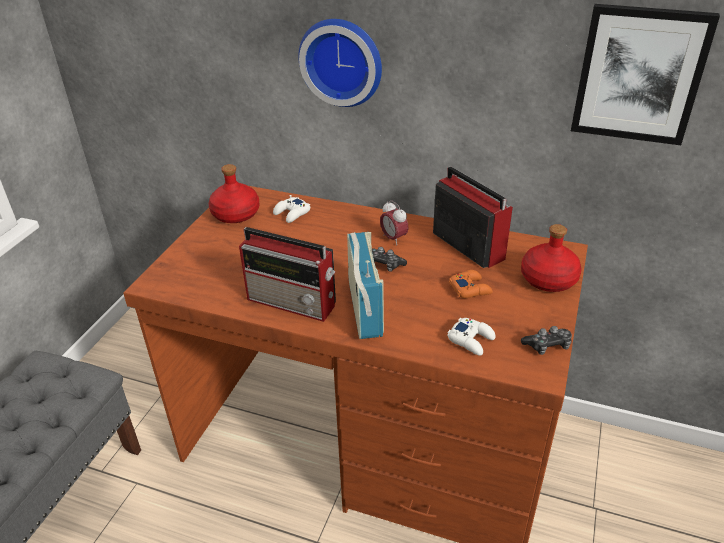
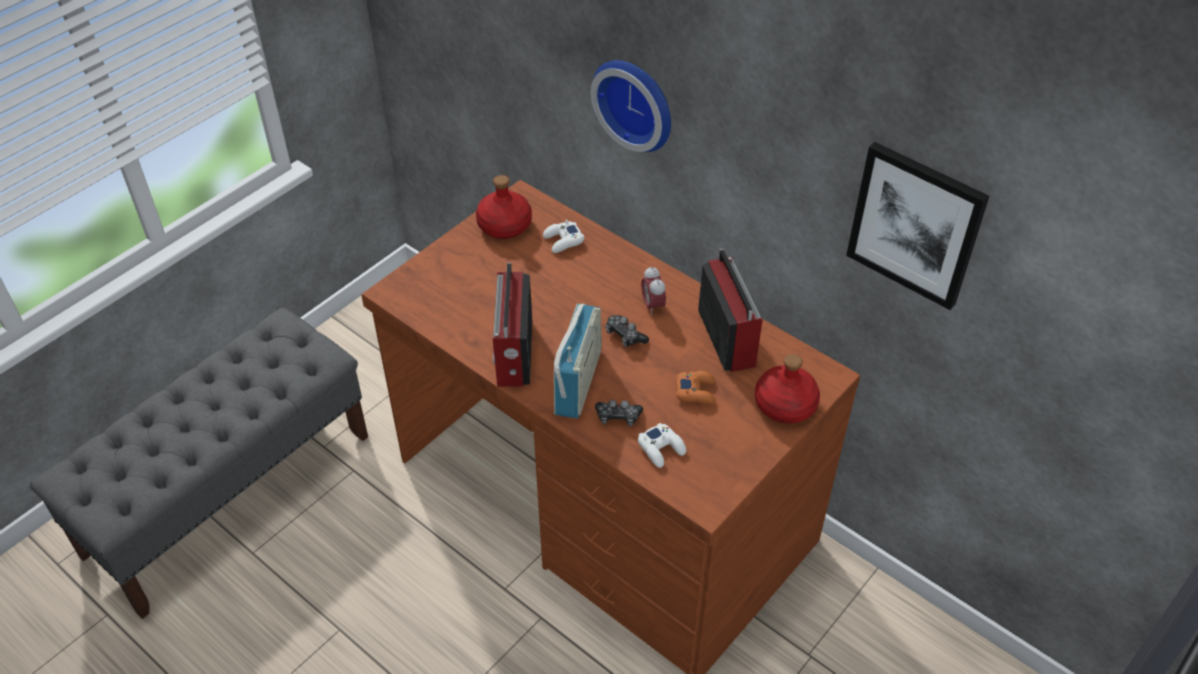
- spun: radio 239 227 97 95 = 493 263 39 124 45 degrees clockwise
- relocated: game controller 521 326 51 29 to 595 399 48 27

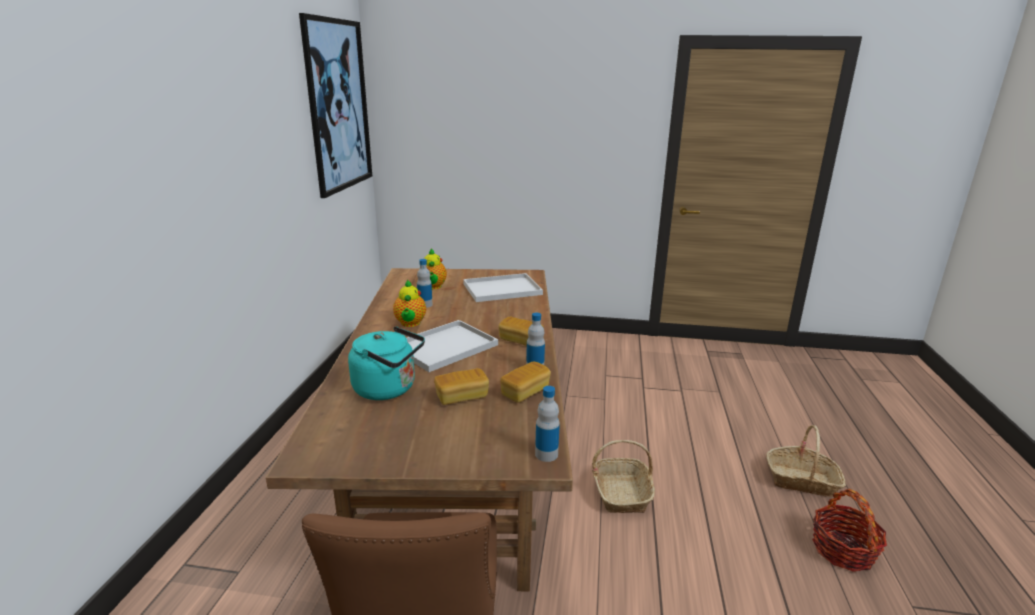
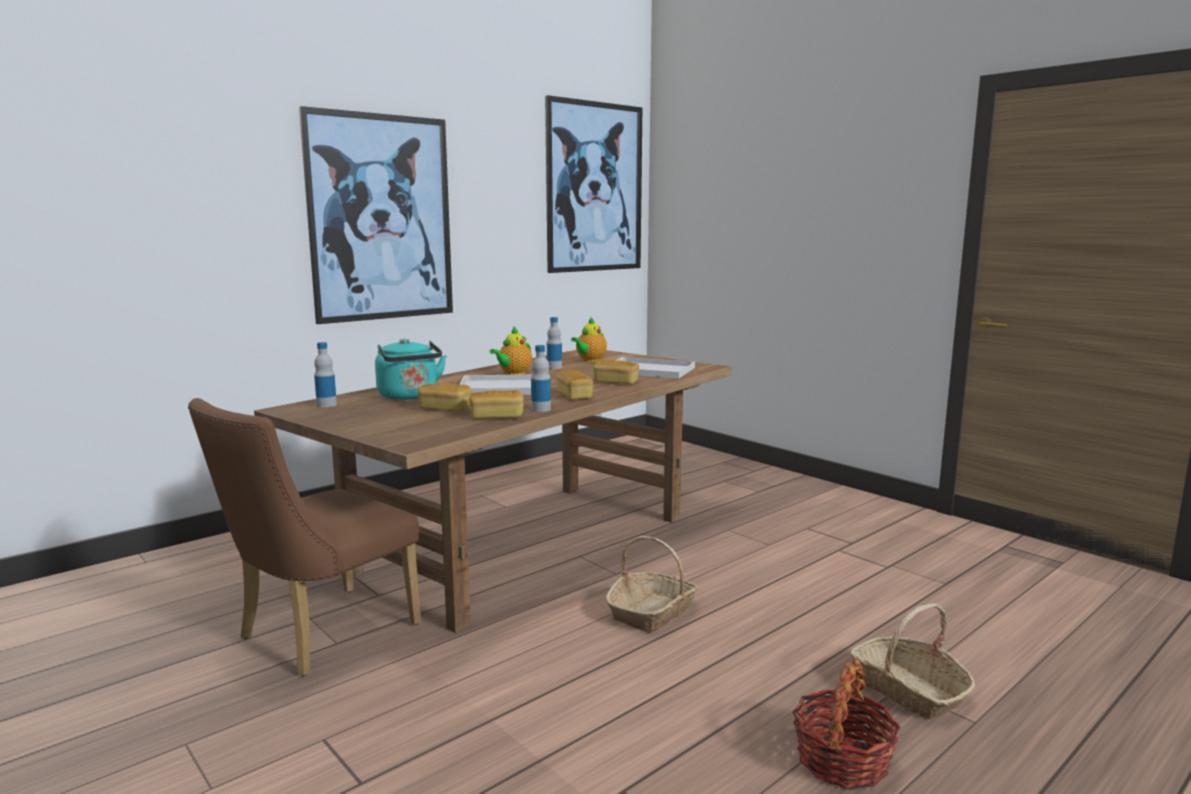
- relocated: bottle 535 386 25 76 to 314 342 23 66
- appeared: picture 299 106 154 218
- appeared: bread 593 360 46 24

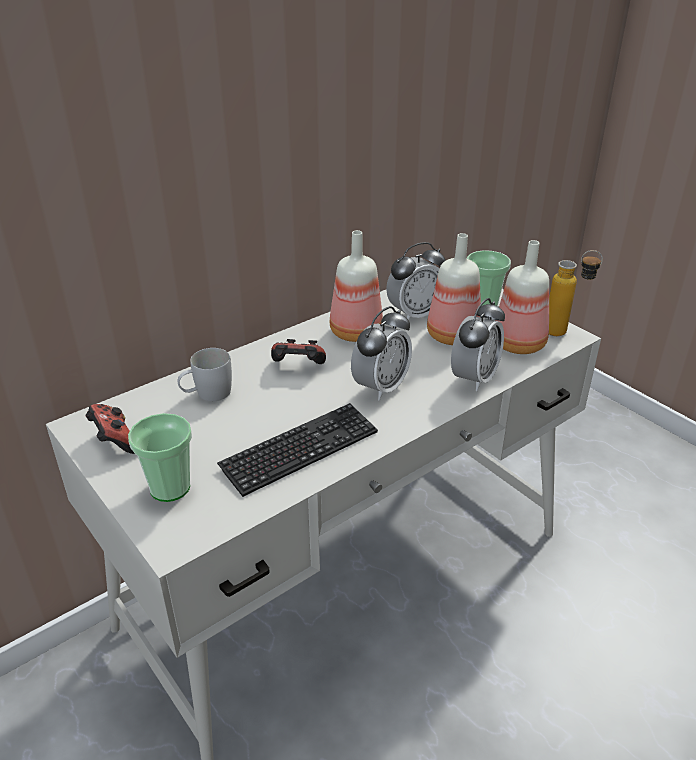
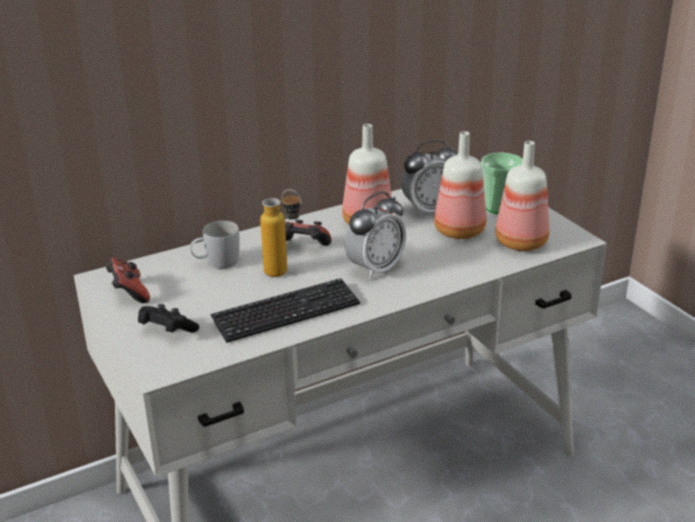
- exchanged: cup 128 413 64 89 to black game controller 138 304 61 29
- missing: alarm clock 451 298 54 93
- relocated: bottle 549 250 54 86 to 260 189 41 88

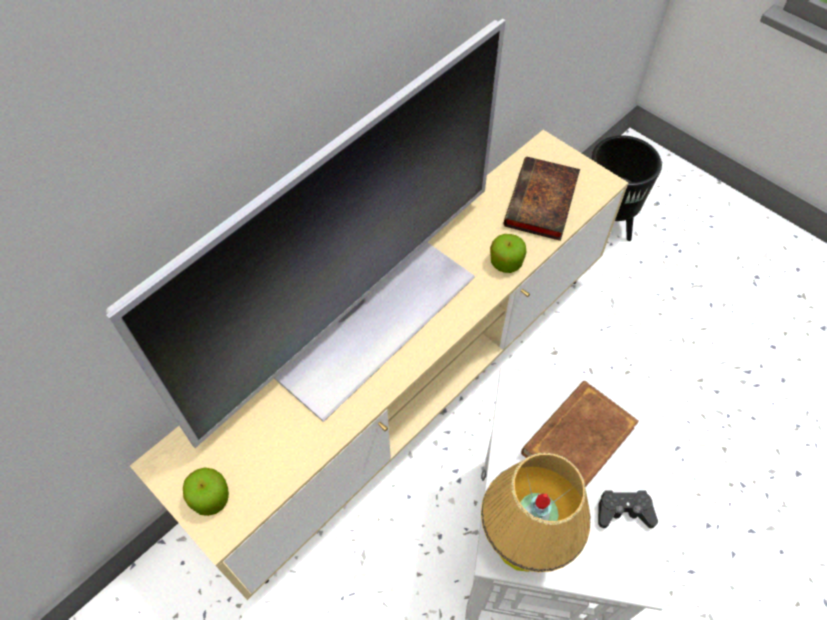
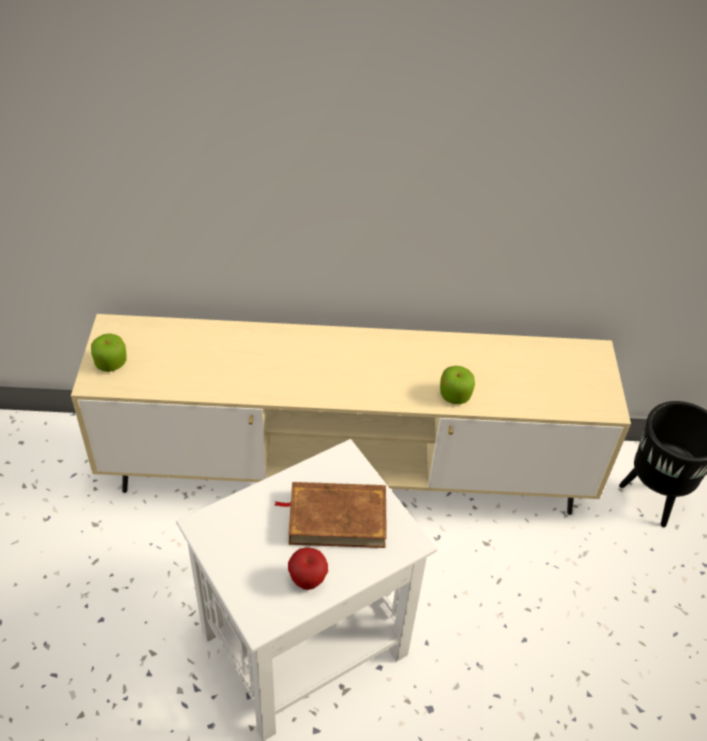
- missing: television 106 19 400 429
- missing: table lamp 481 453 109 119
- missing: book 504 156 76 85
- exchanged: black game controller 598 490 60 38 to apple 288 547 40 43

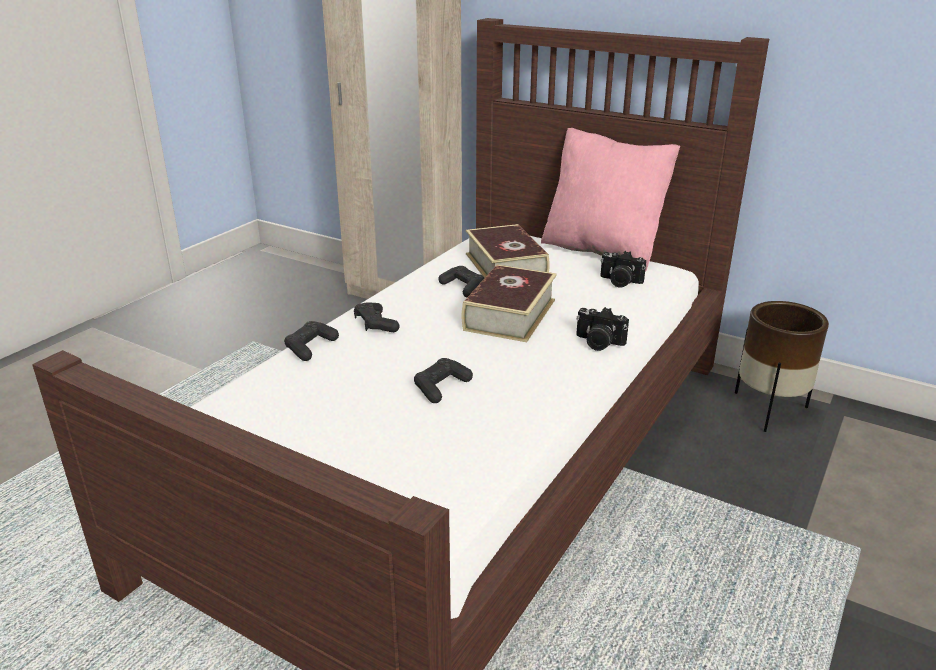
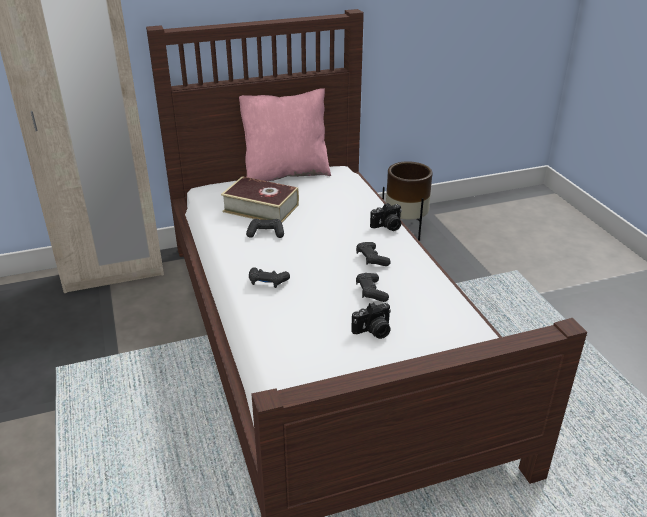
- relocated: black game controller 284 321 55 40 to 356 242 35 24
- missing: book 462 265 95 77
- relocated: photo camera 600 251 46 37 to 351 302 40 37

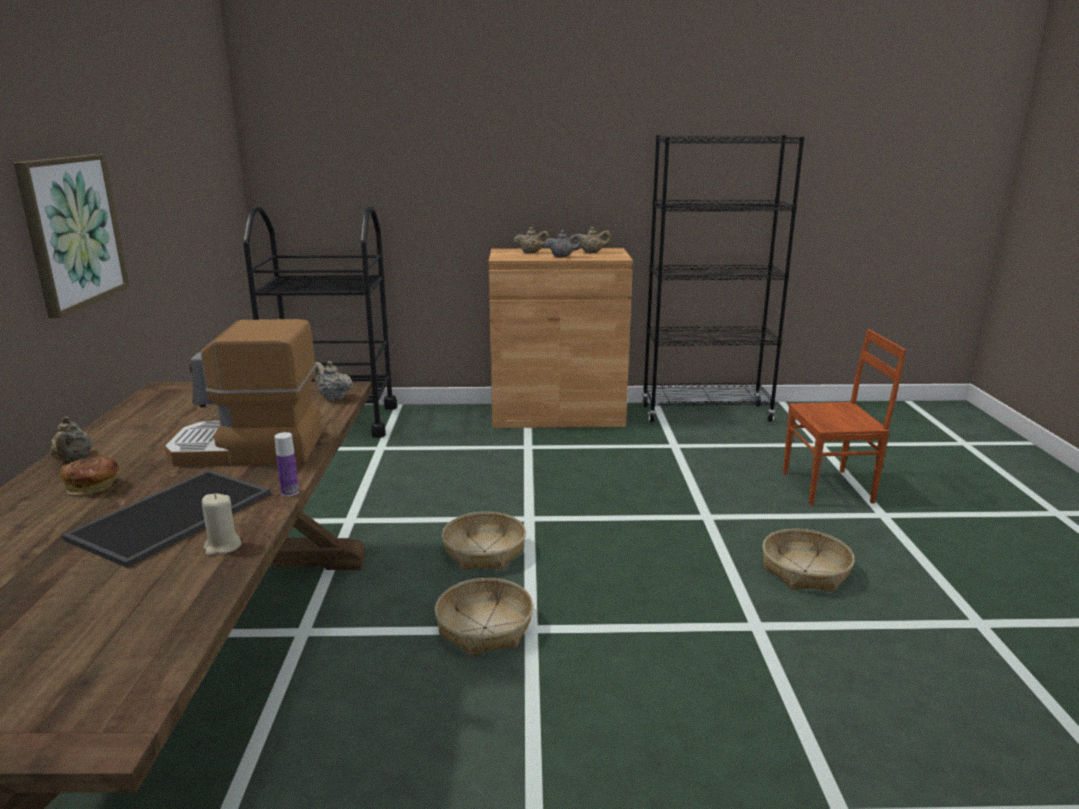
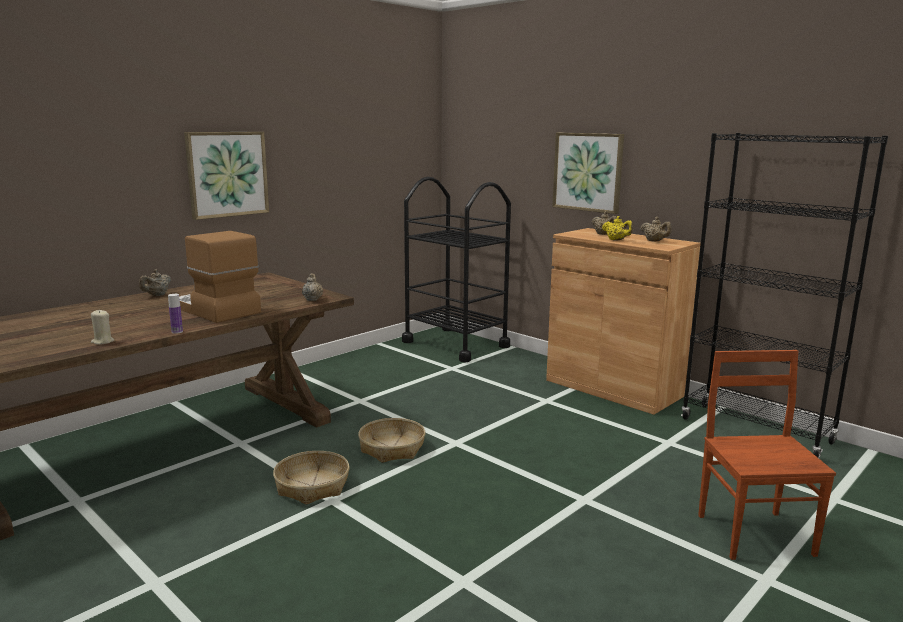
- missing: bread 60 456 59 39
- missing: tray 62 470 209 98
- colour: grey teapot 544 230 38 28 to yellow teapot 602 216 31 24
- missing: basket 763 529 92 63
- spun: brown chair 783 329 123 177 = 698 350 138 210 135 degrees counterclockwise
- appeared: picture 552 133 72 81

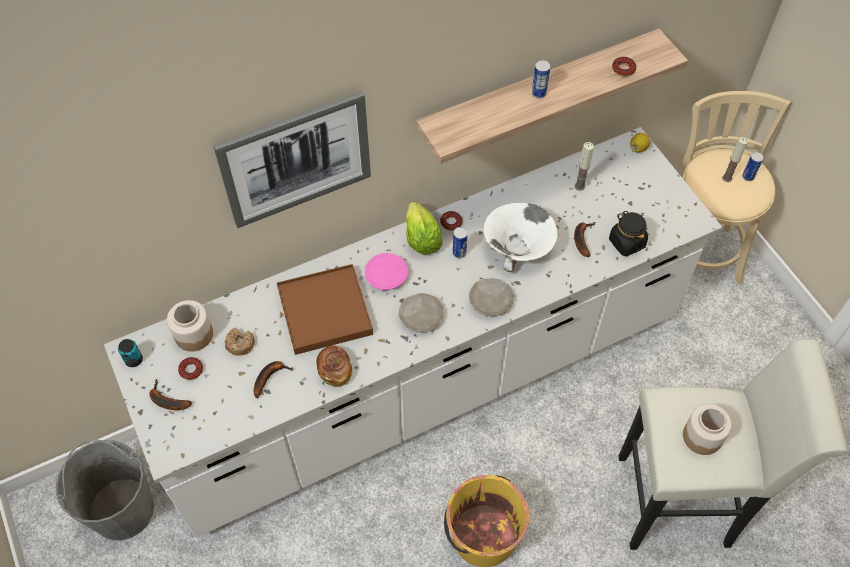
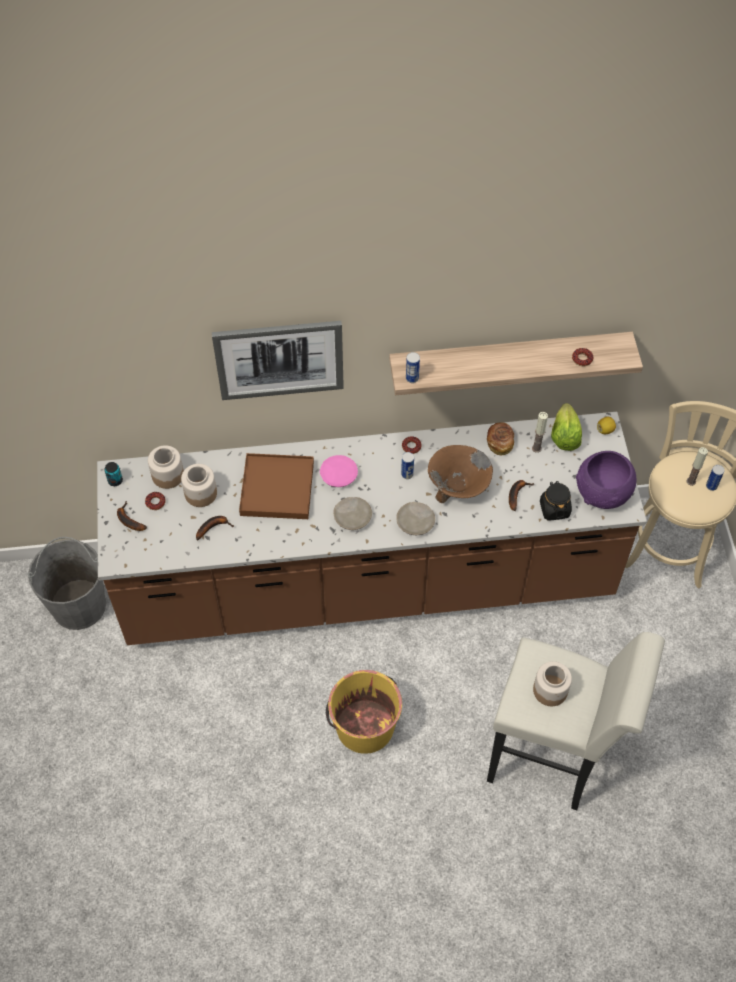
- colour: white counter 104 127 618 411 to brown counter 97 412 550 233
- exchanged: donut 224 327 31 29 to jar 181 464 36 43
- relocated: bread 316 345 37 42 to 487 422 27 34
- relocated: lettuce 406 202 37 52 to 551 403 31 48
- colour: white bowl 484 203 74 69 to brown bowl 428 445 65 58
- relocated: can 532 60 19 39 to 406 352 14 31
- appeared: purple bowl 576 451 61 58

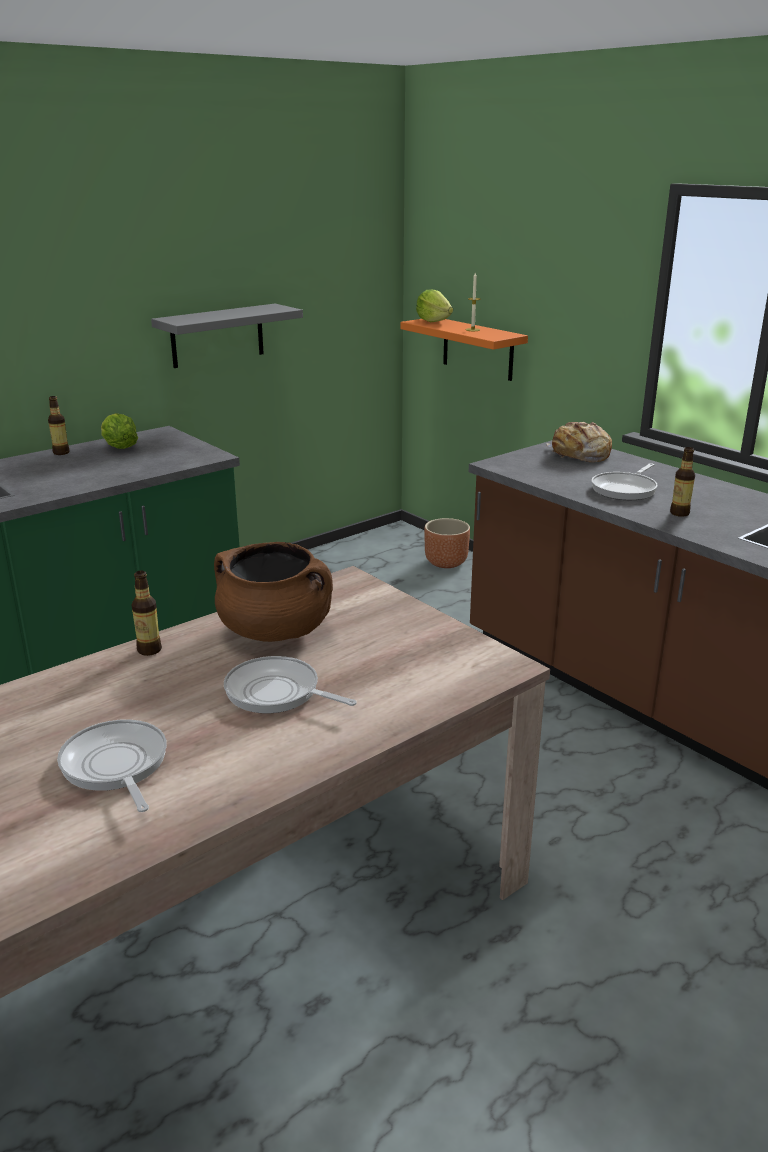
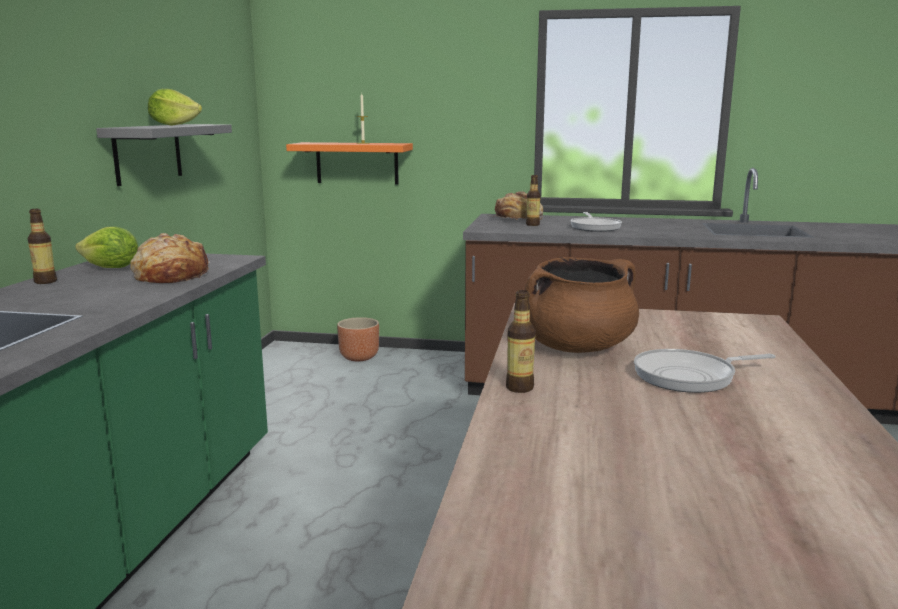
- missing: frying pan 57 719 110 93
- relocated: lettuce 416 289 37 33 to 148 88 54 38
- relocated: bottle 670 447 25 70 to 526 175 15 51
- appeared: bread 130 233 80 50

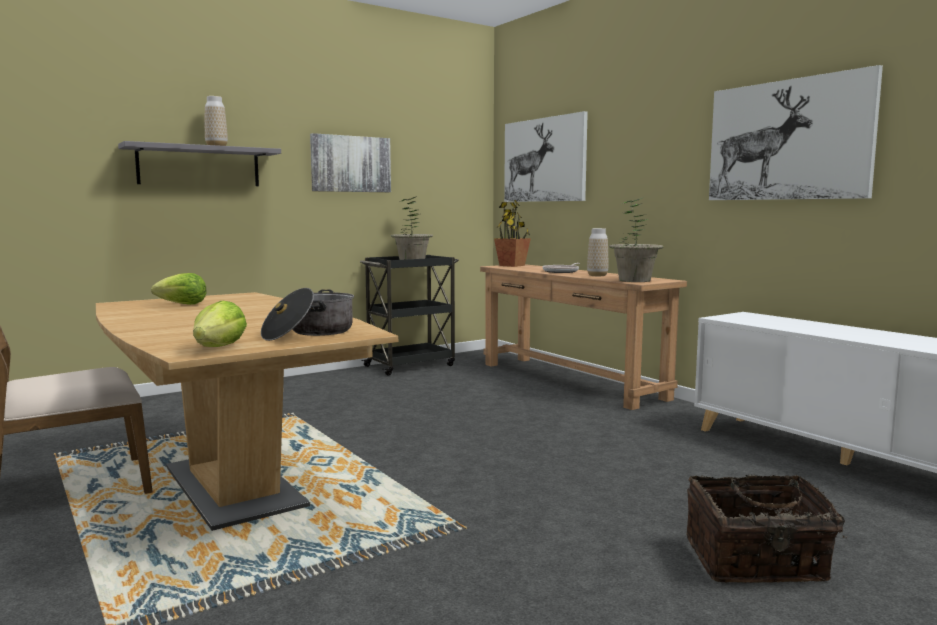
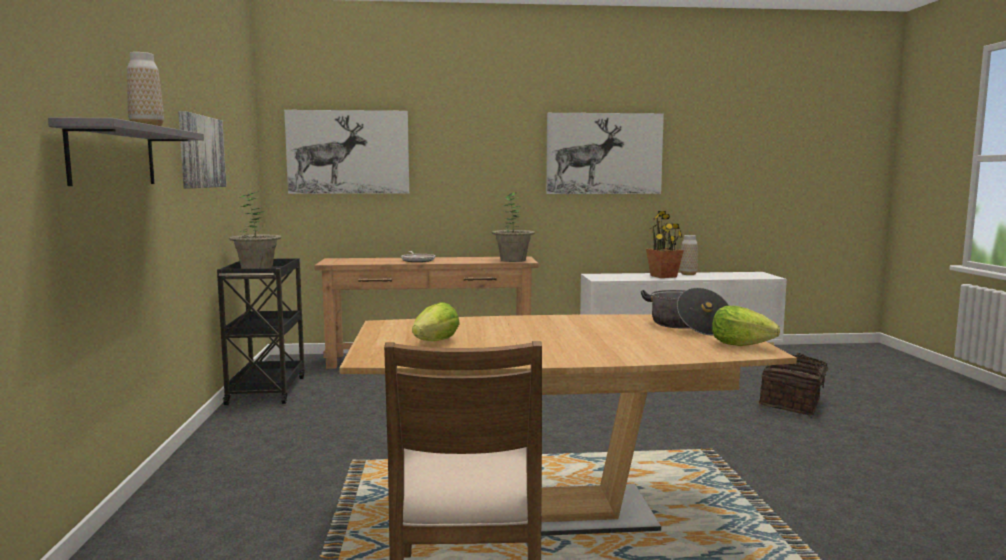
- relocated: potted plant 494 200 37 67 to 646 211 38 67
- relocated: vase 587 228 21 48 to 680 235 18 40

